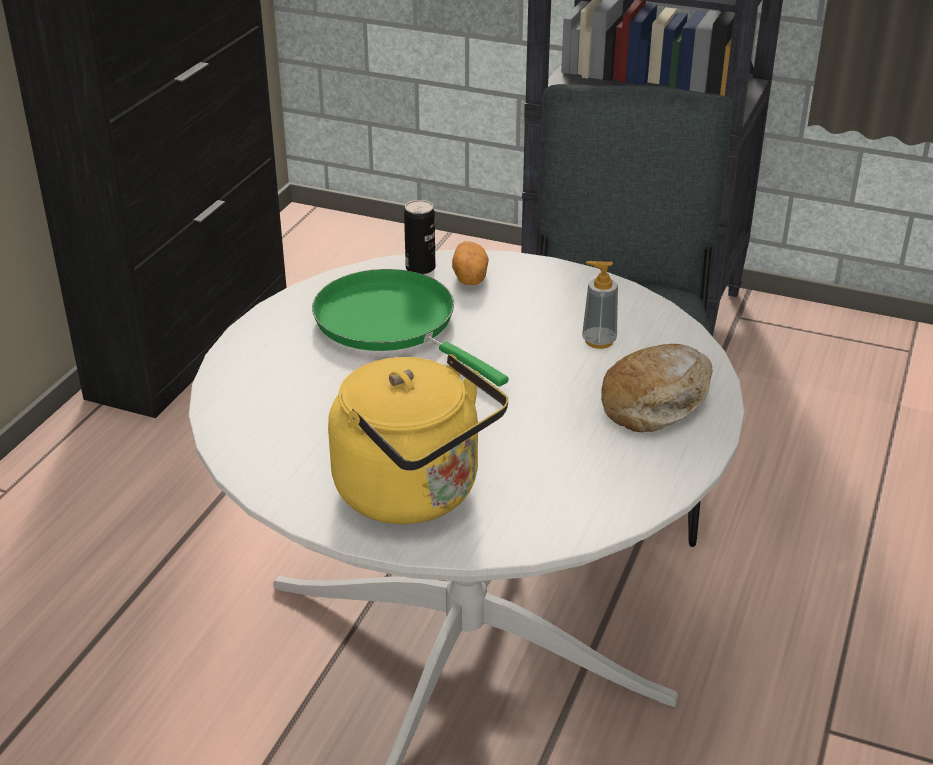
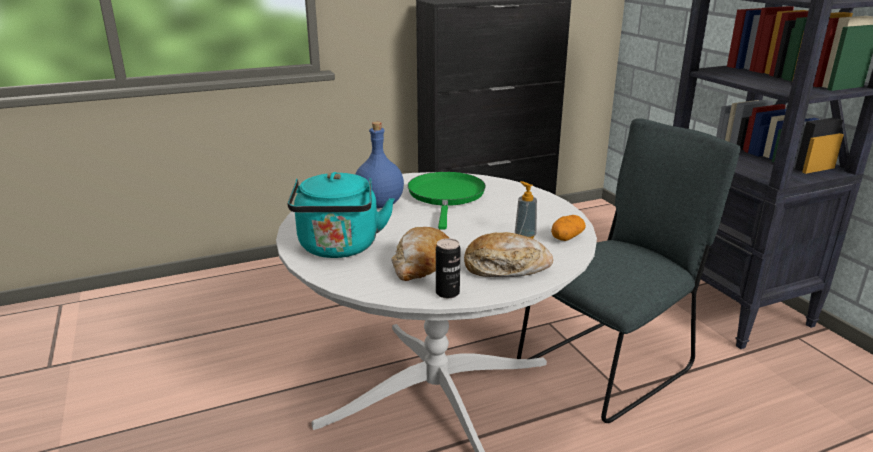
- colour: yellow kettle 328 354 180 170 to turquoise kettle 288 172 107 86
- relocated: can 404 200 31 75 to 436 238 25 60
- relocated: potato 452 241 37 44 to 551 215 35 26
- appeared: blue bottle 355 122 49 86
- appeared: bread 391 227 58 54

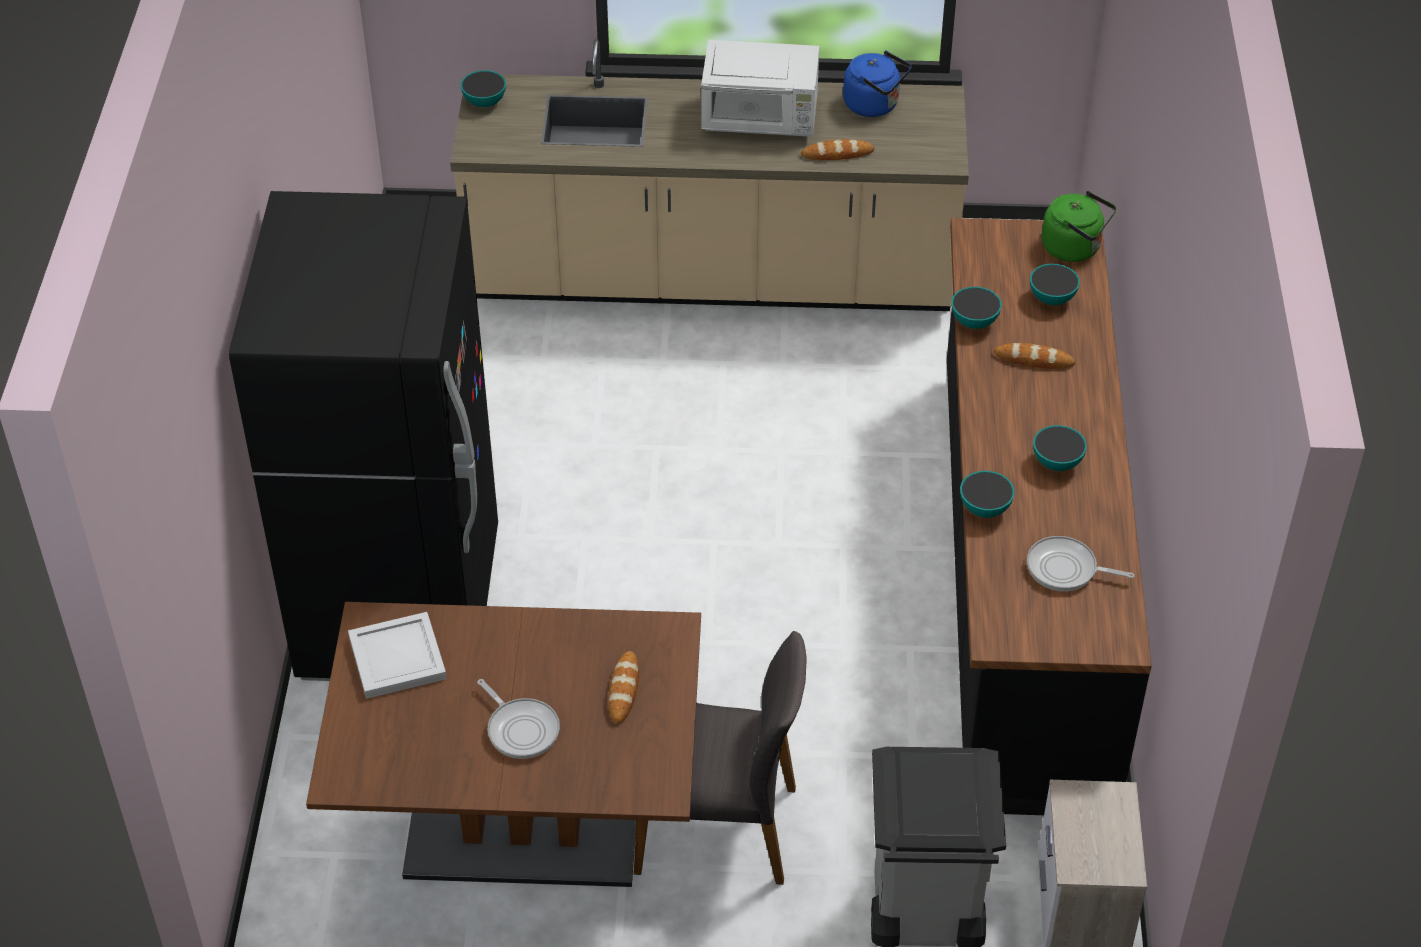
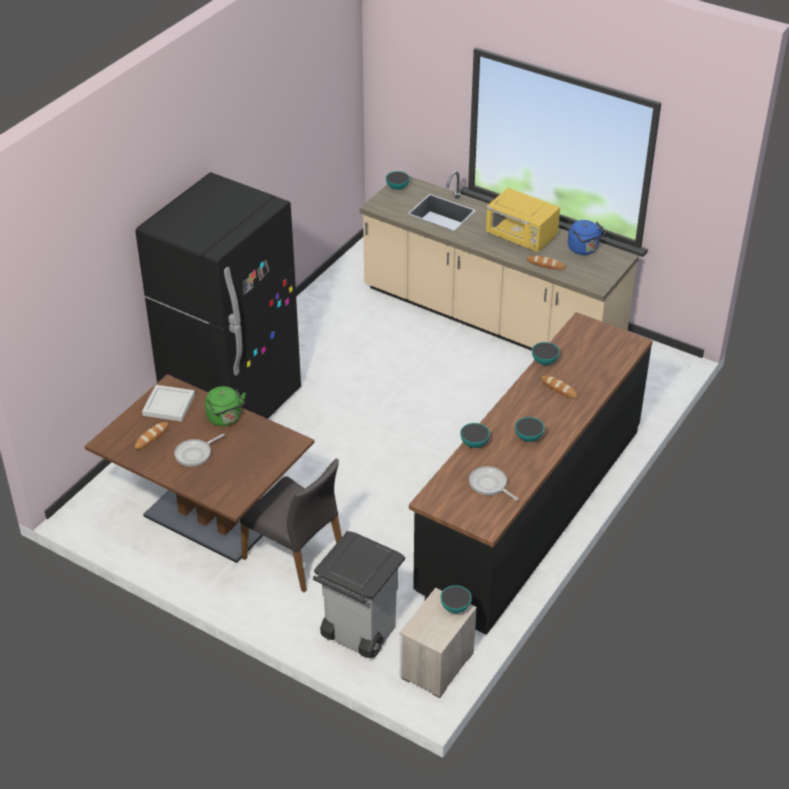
- spun: frying pan 477 679 83 80 = 174 434 51 33 60 degrees clockwise
- relocated: bread 609 651 30 73 to 135 422 34 27
- colour: white microwave 701 40 118 97 to yellow microwave 486 188 74 65
- relocated: bowl 1030 264 50 41 to 440 585 32 28
- relocated: green kettle 1042 191 74 71 to 205 386 41 40

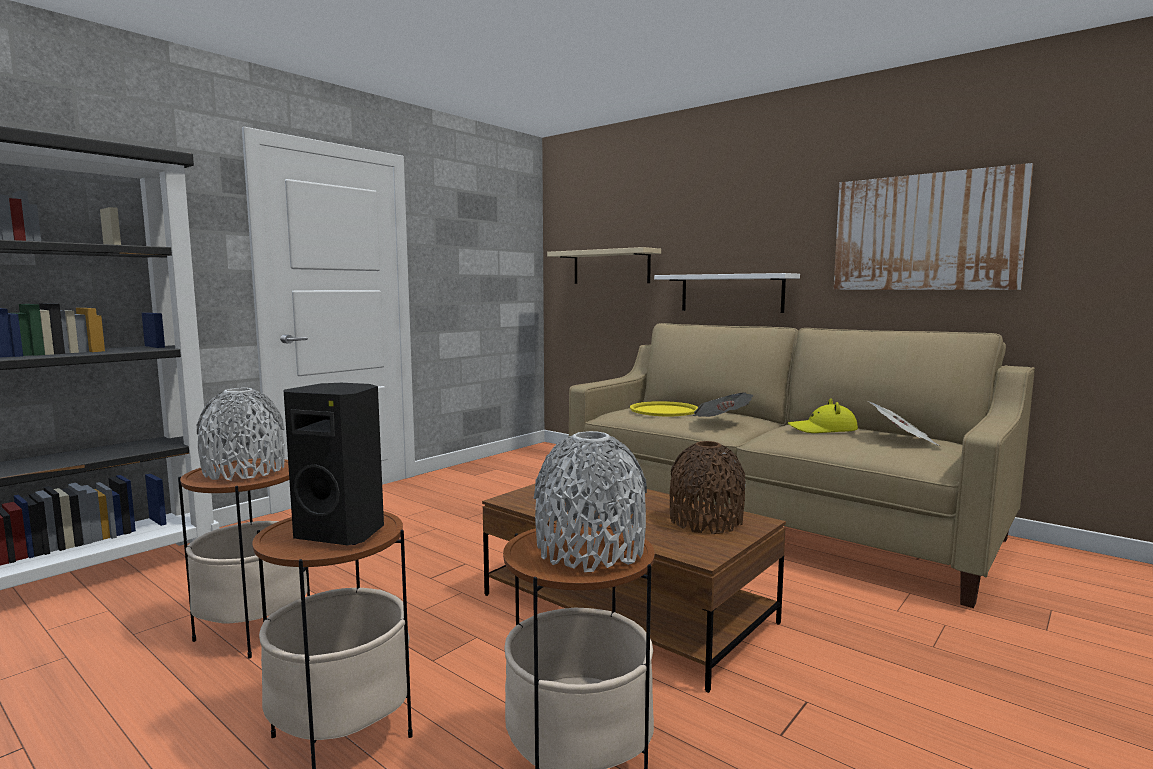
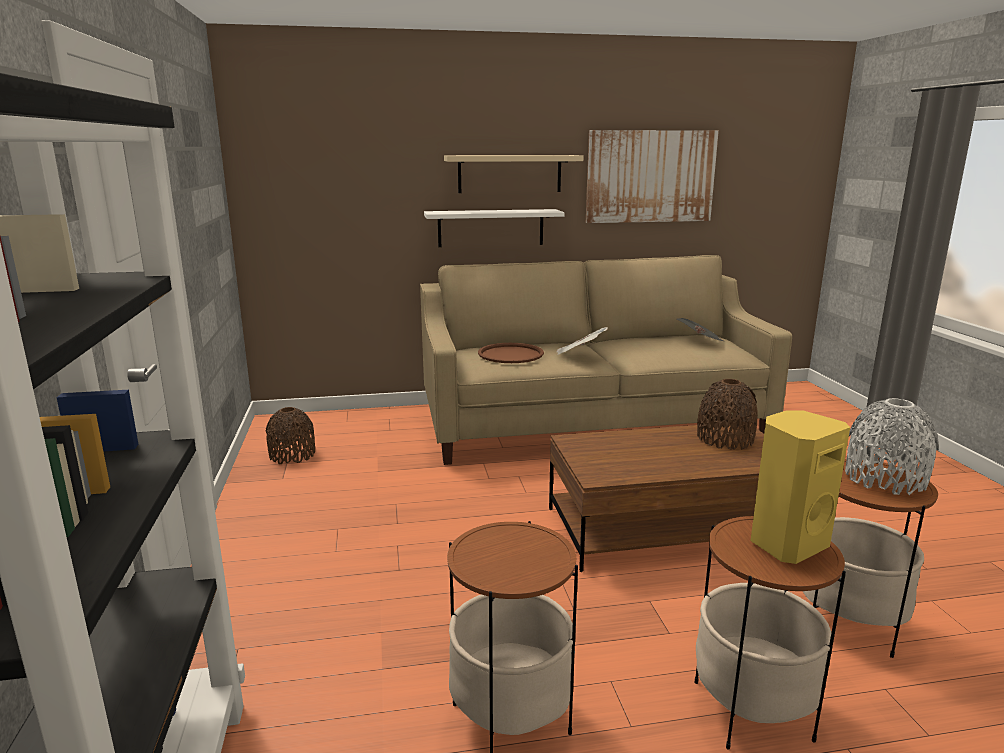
- missing: grey vase 197 388 88 92
- colour: black speaker 284 383 100 162 to yellow speaker 750 410 100 154
- relocated: beige shelf 547 247 114 37 to 444 155 139 38
- colour: yellow tray 630 401 68 15 to brown tray 478 343 66 20
- missing: yellow hat 788 399 70 34
- appeared: brown vase 266 407 49 57

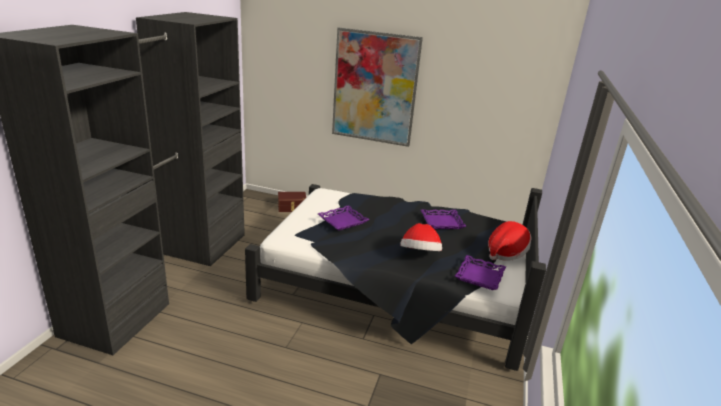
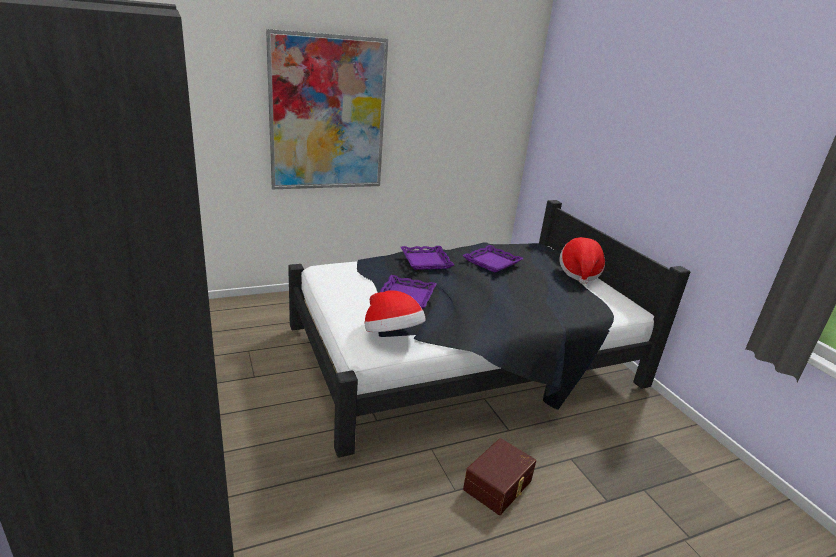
- relocated: brown storage box 278 192 28 20 to 463 438 73 77
- relocated: hat 400 223 42 28 to 364 290 62 42
- relocated: purple tray 455 255 51 35 to 401 246 53 24

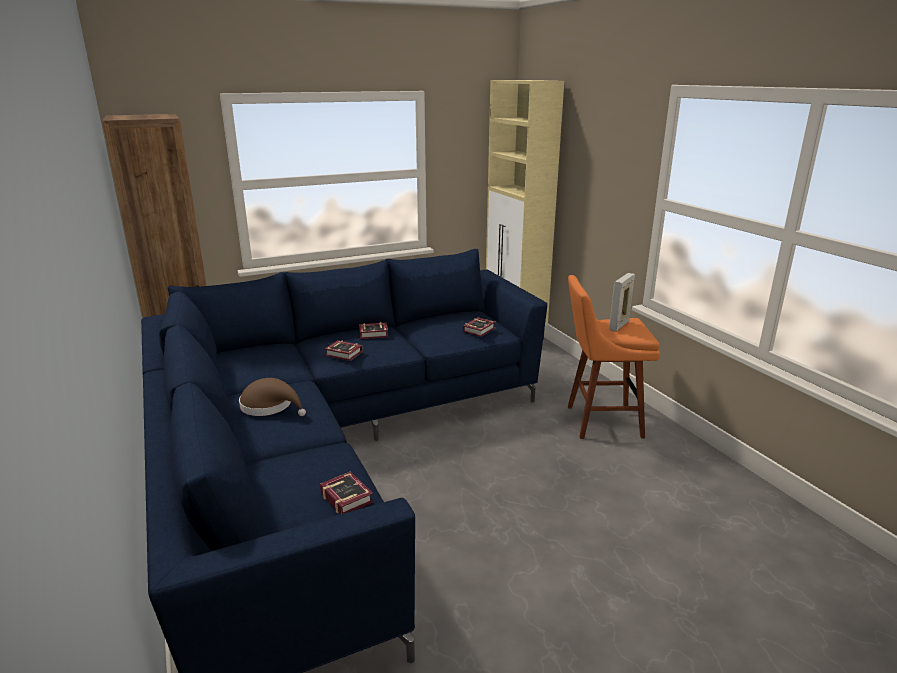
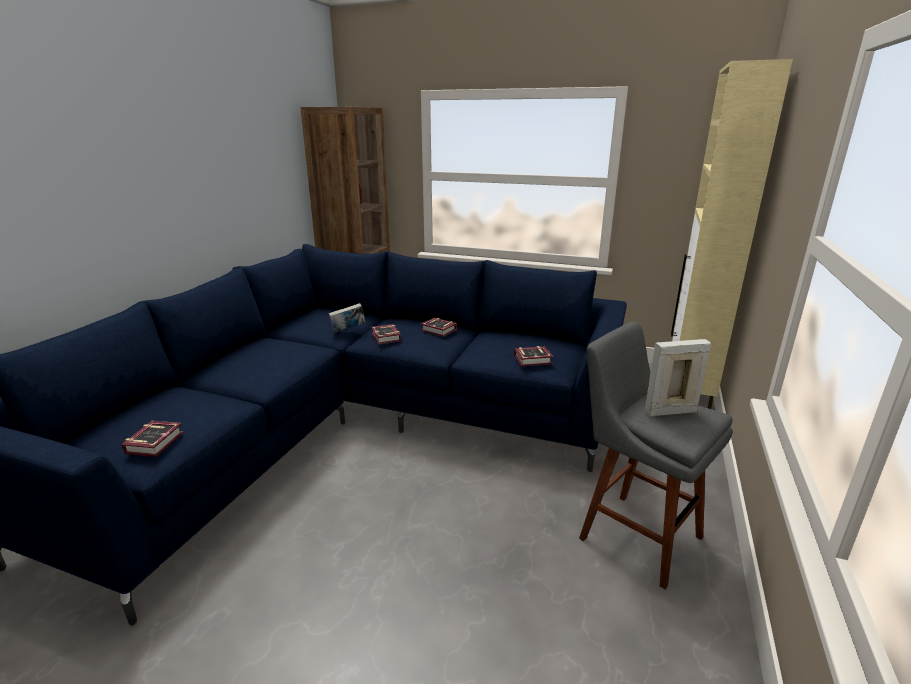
- missing: brown hat 239 378 67 38
- colour: orange stool 568 275 92 164 to grey stool 579 321 154 269
- appeared: book 329 303 37 30

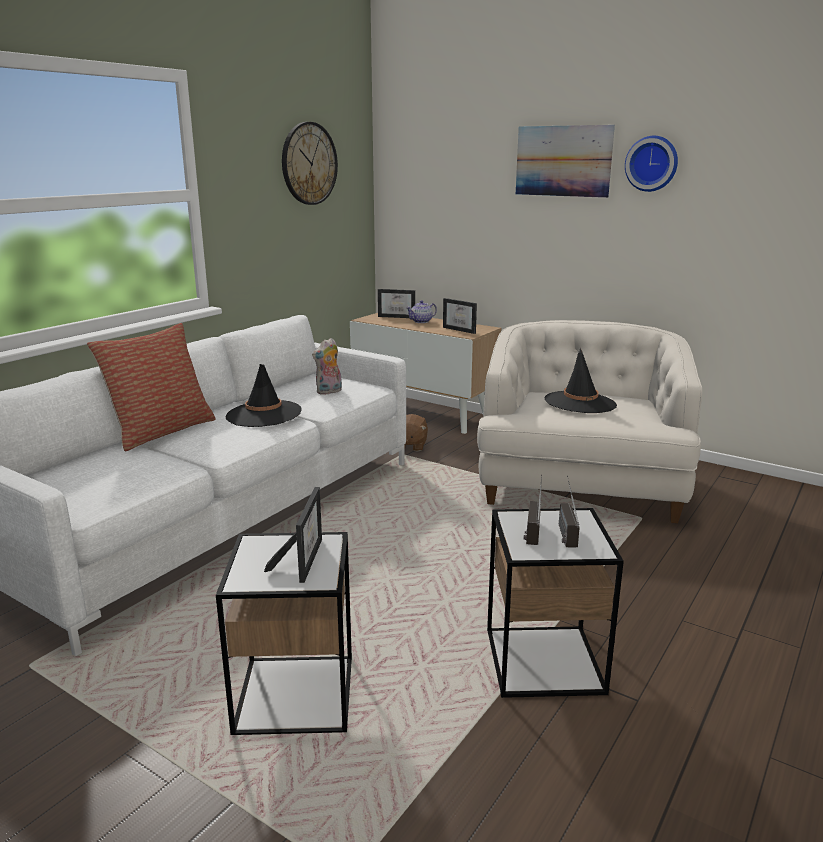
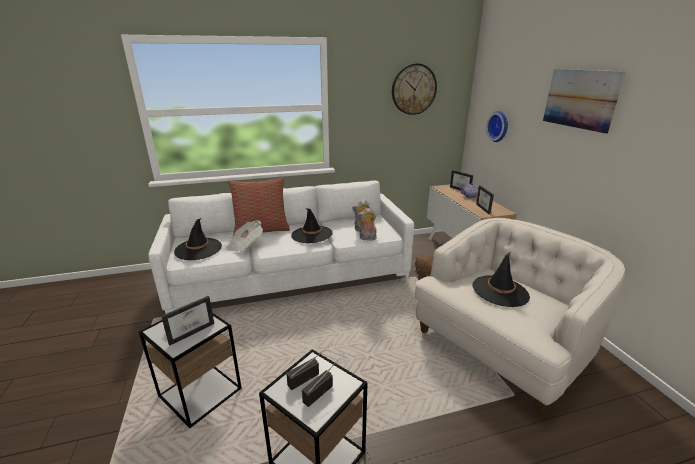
- relocated: wall clock 625 136 53 56 to 486 111 22 31
- appeared: black hat 174 218 48 42
- appeared: newspaper 226 220 37 32
- appeared: plush toy 357 208 20 33

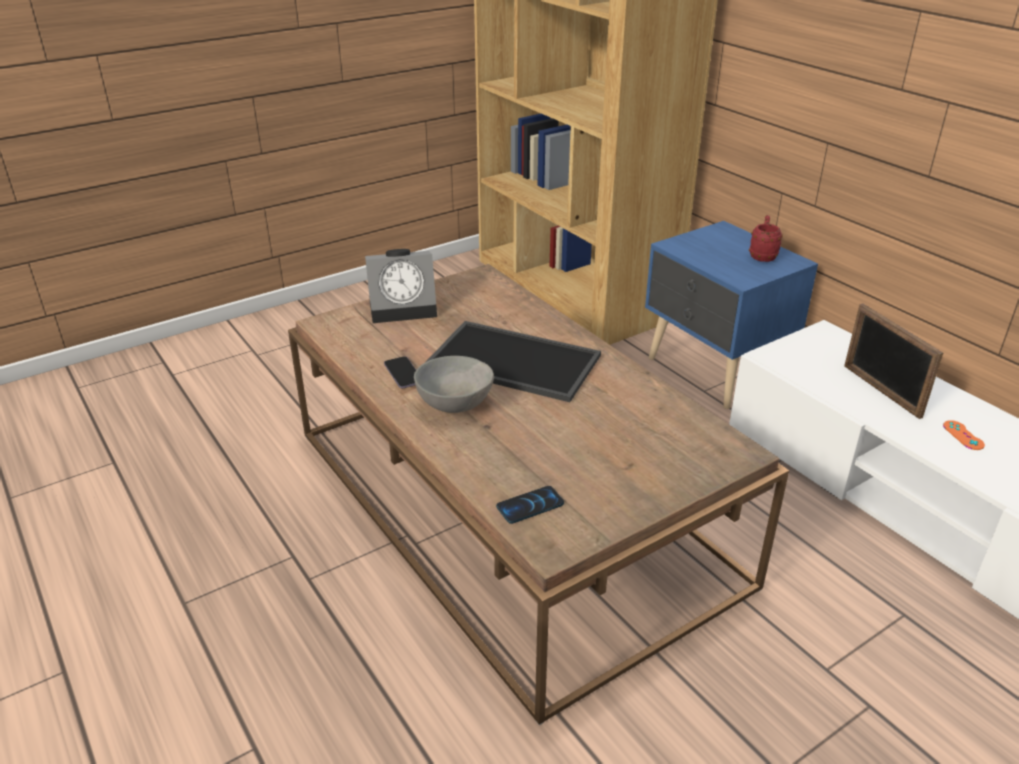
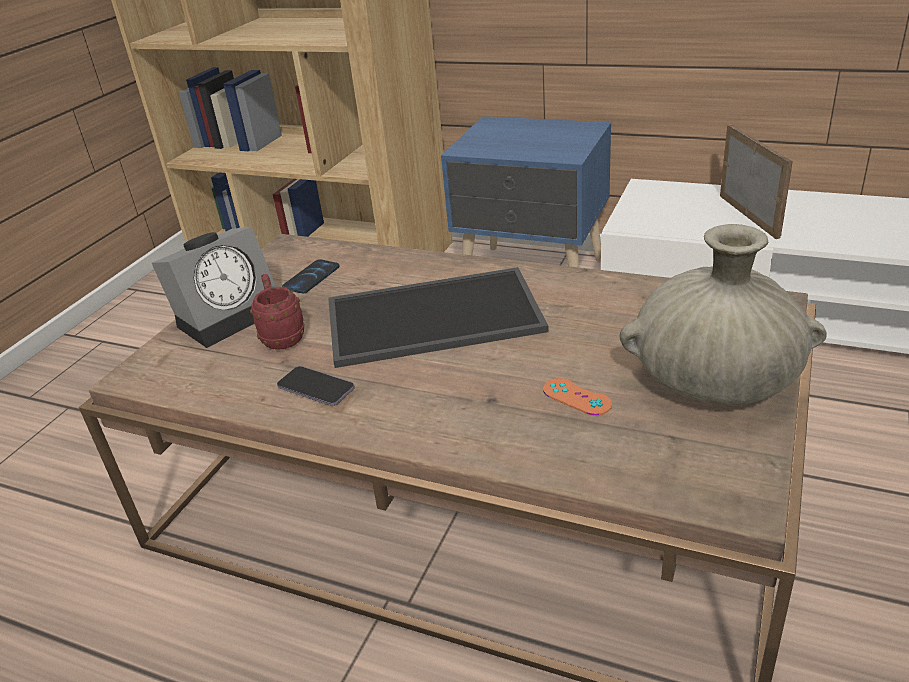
- missing: grey bowl 414 356 80 57
- relocated: phone 496 486 68 38 to 282 259 57 34
- relocated: red mug 749 215 34 47 to 250 274 54 76
- spun: picture frame 844 304 99 115 = 720 124 73 115 135 degrees counterclockwise
- relocated: orange game controller 943 420 42 30 to 543 378 69 37
- appeared: beige vase 620 224 207 182

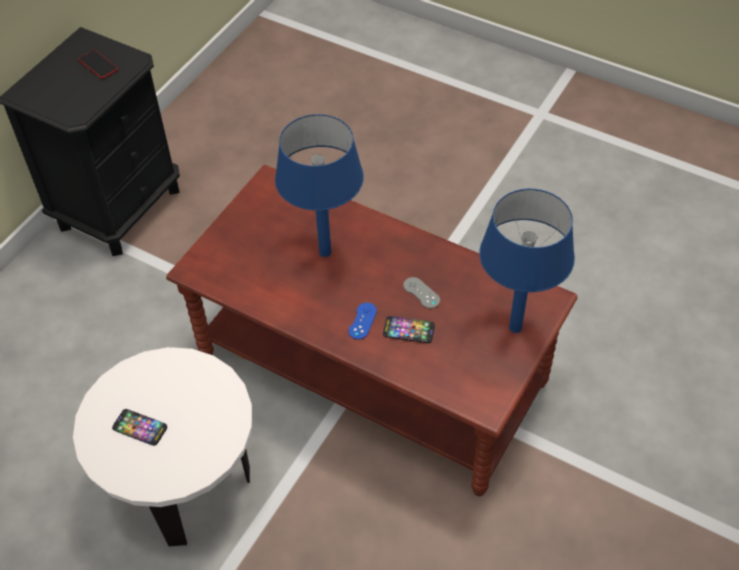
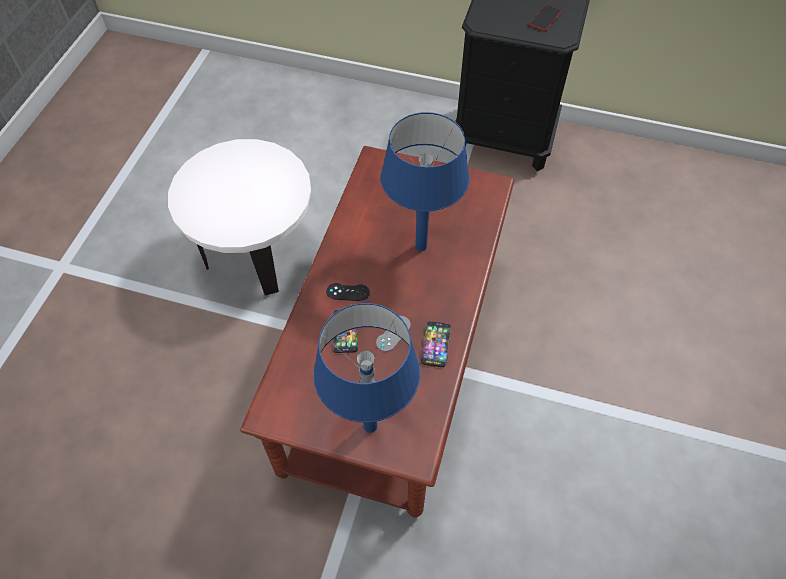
- relocated: phone 112 409 55 37 to 421 321 30 46
- colour: blue game controller 349 303 28 37 to black game controller 326 283 44 18

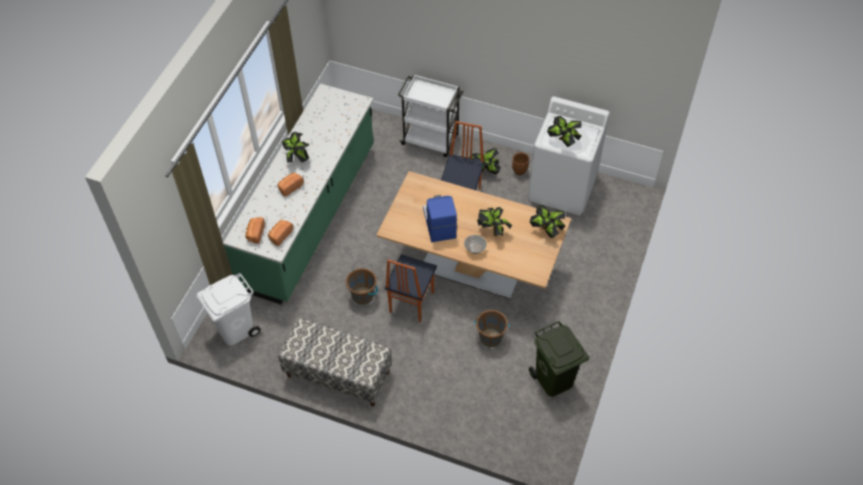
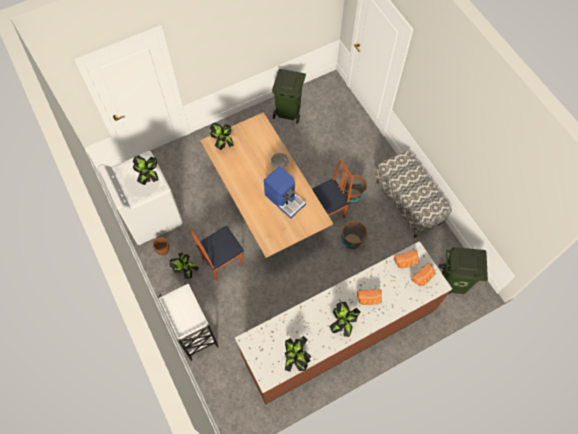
- colour: white trash can 197 273 64 73 to green trash can 439 247 49 47
- colour: green counter 223 84 150 220 to brown counter 235 241 217 163
- spun: coffee machine 423 195 34 47 = 264 166 42 52 75 degrees counterclockwise
- relocated: brown bucket 474 310 35 37 to 341 174 26 29
- relocated: potted plant 477 207 35 29 to 285 336 26 36

